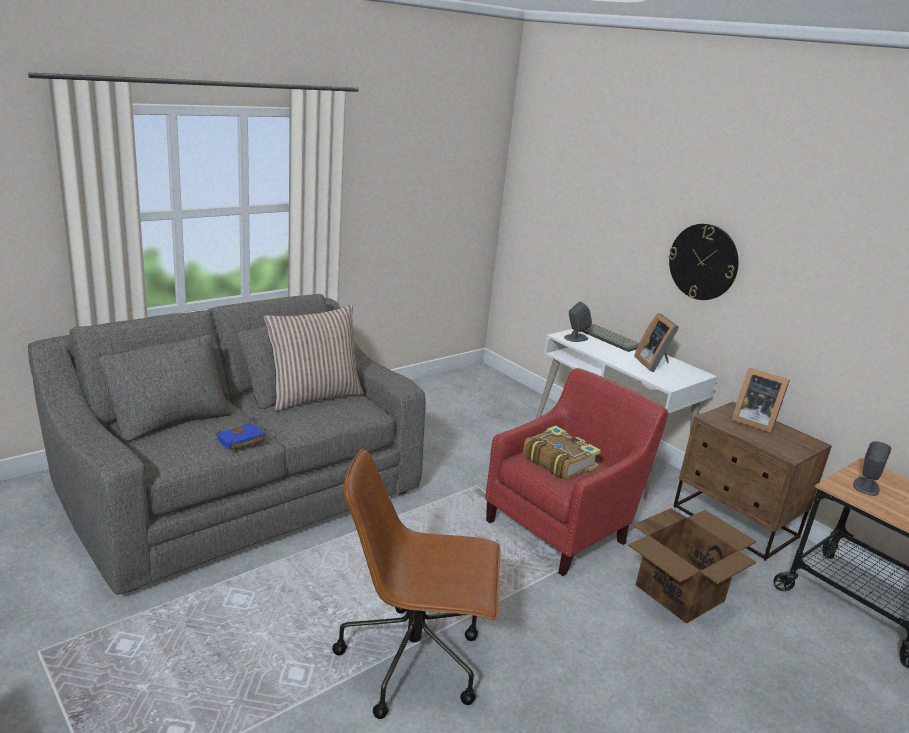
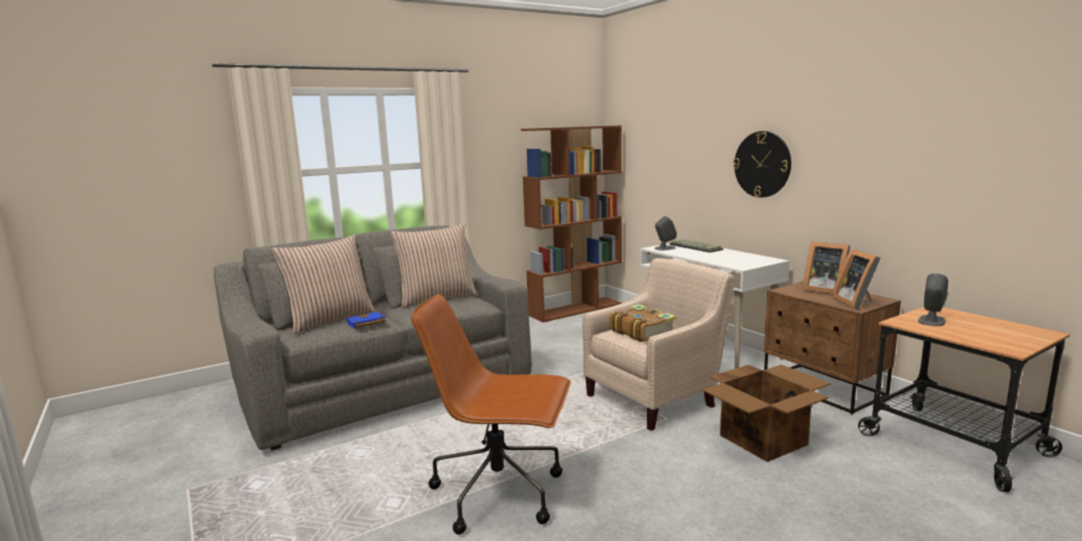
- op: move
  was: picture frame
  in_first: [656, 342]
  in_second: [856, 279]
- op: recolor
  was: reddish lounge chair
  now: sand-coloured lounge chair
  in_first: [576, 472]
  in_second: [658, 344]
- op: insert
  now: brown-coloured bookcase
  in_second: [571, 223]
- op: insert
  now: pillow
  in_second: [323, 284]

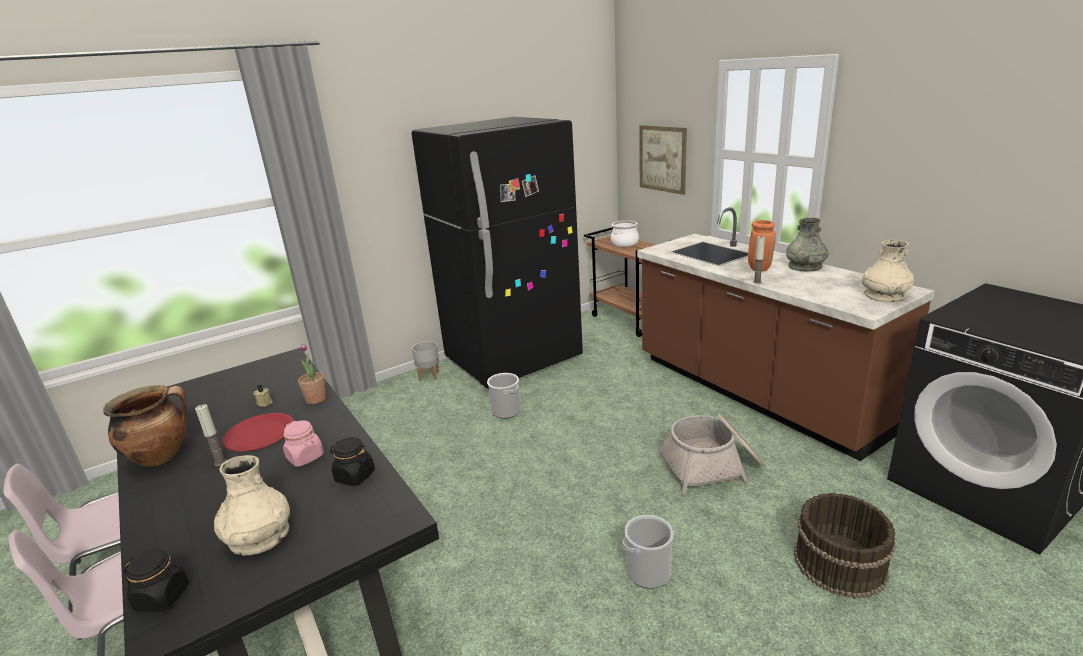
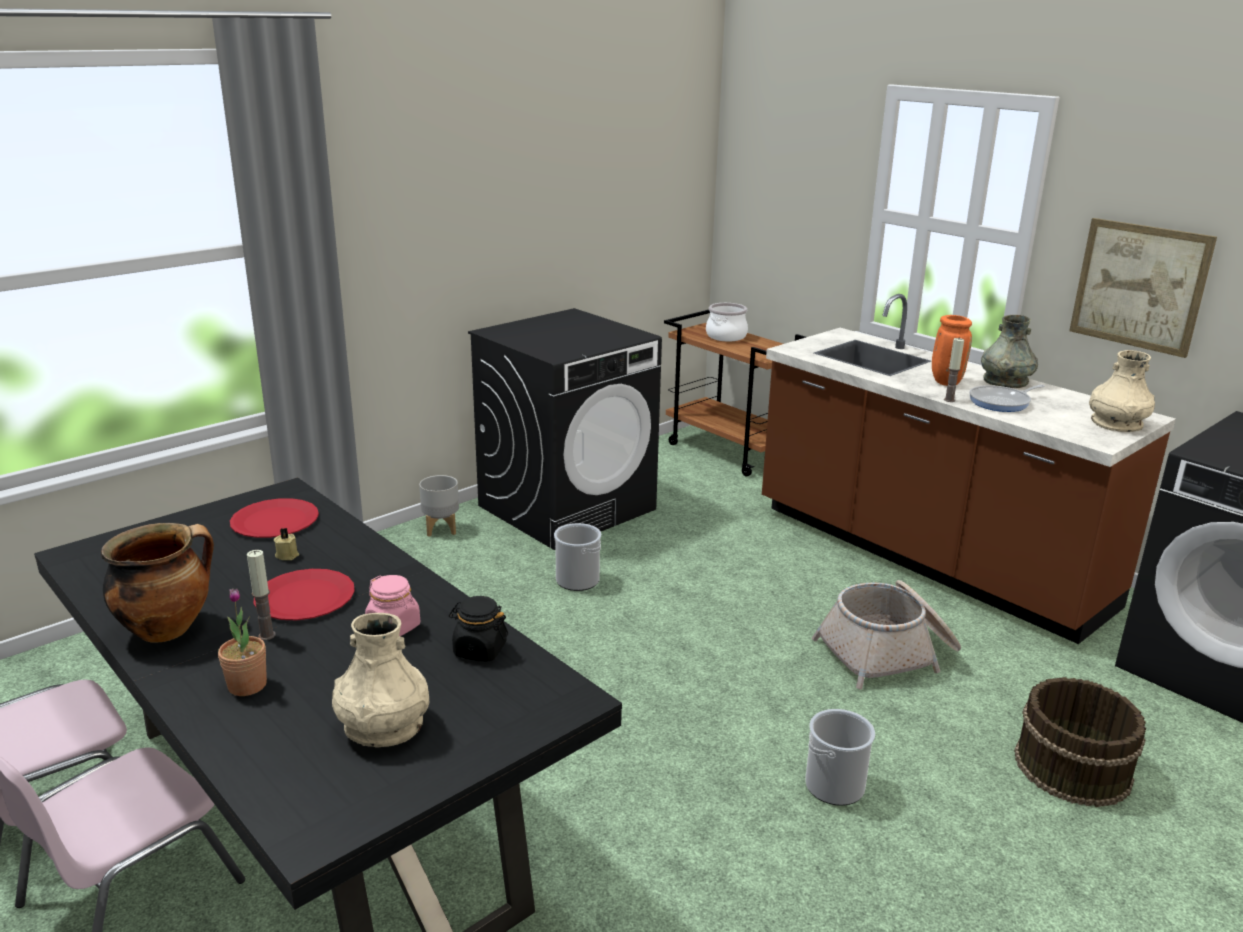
- op: replace
  was: black-coloured kitchen fridge
  now: black-coloured laundry appliance
  in_first: [497, 253]
  in_second: [565, 429]
- op: move
  was: wall art
  in_first: [663, 160]
  in_second: [1143, 288]
- op: move
  was: potted plant
  in_first: [312, 374]
  in_second: [242, 642]
- op: delete
  was: black-coloured storage jar
  in_first: [156, 580]
- op: insert
  now: pan
  in_second: [1007, 398]
- op: insert
  now: reddish flat dish
  in_second: [274, 518]

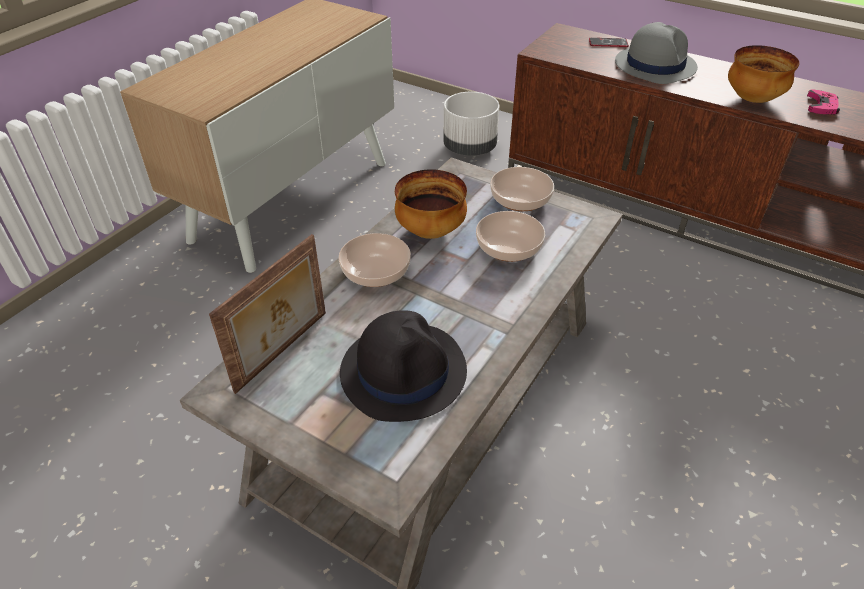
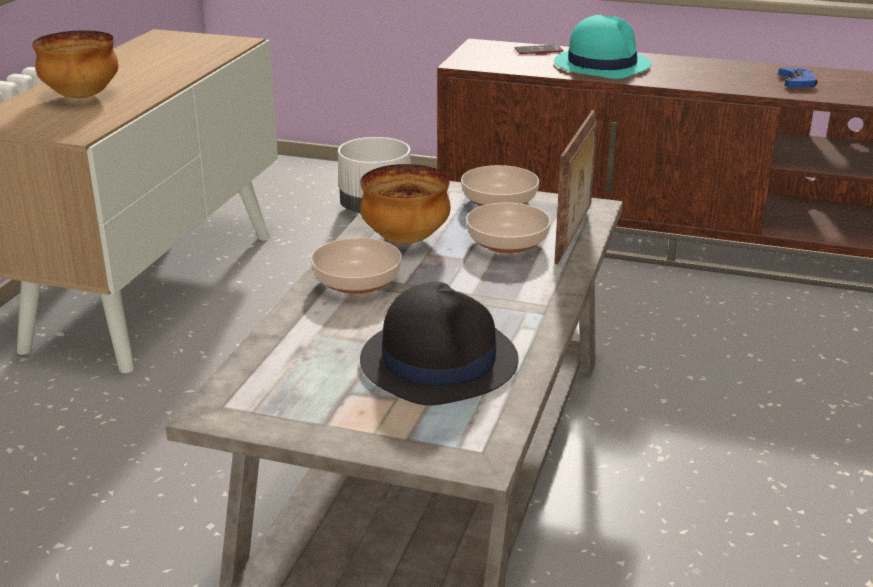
- op: recolor
  was: grey hat
  now: turquoise-coloured hat
  in_first: [656, 53]
  in_second: [602, 47]
- op: move
  was: serving bowl
  in_first: [763, 74]
  in_second: [75, 64]
- op: recolor
  was: pinkish joypad
  now: blue joypad
  in_first: [823, 102]
  in_second: [798, 77]
- op: move
  was: picture frame
  in_first: [267, 314]
  in_second: [575, 187]

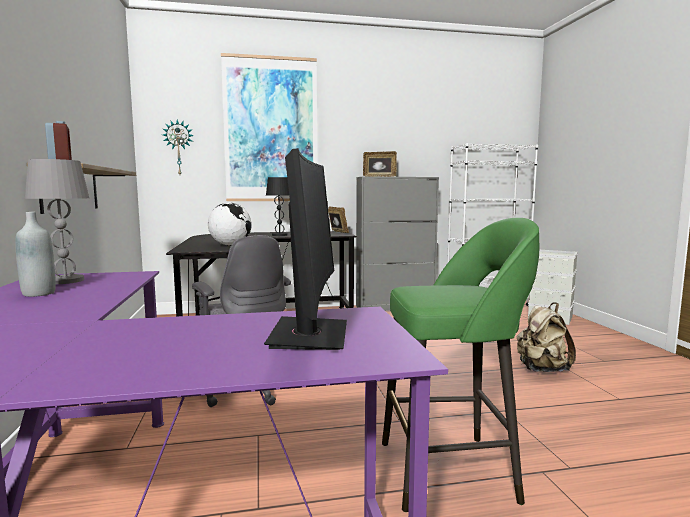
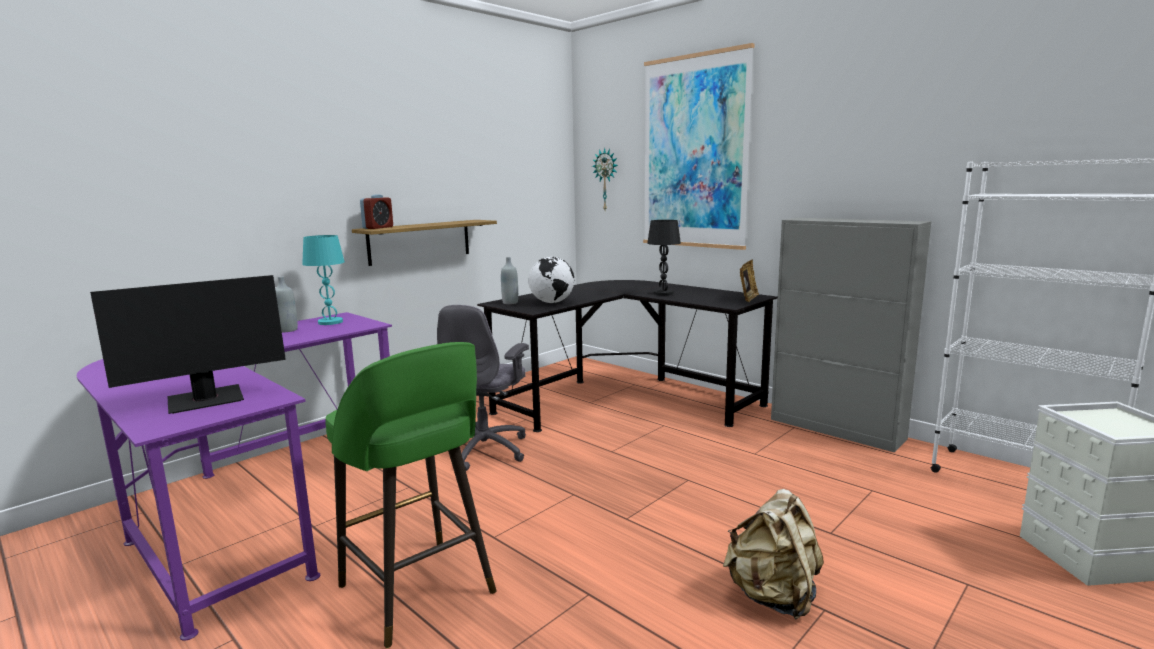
- op: delete
  was: picture frame
  in_first: [380, 164]
- op: recolor
  was: grey table lamp
  now: turquoise-coloured table lamp
  in_first: [57, 221]
  in_second: [323, 280]
- op: insert
  now: grey beverage bottle
  in_second: [509, 280]

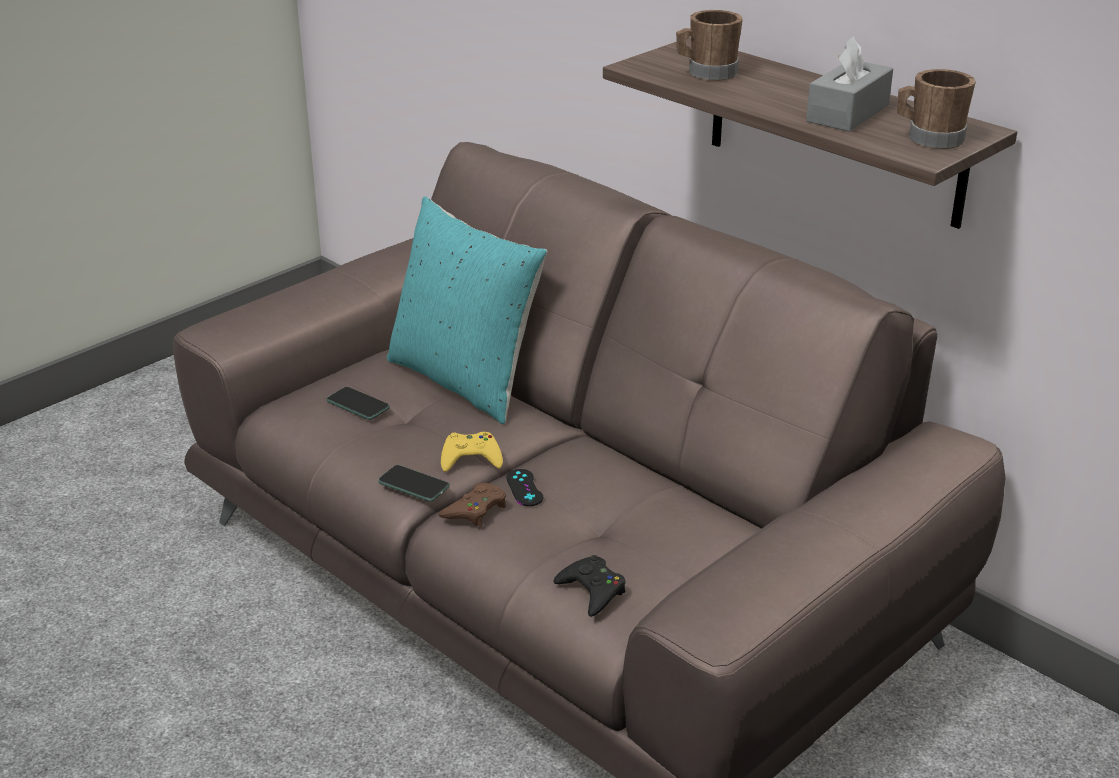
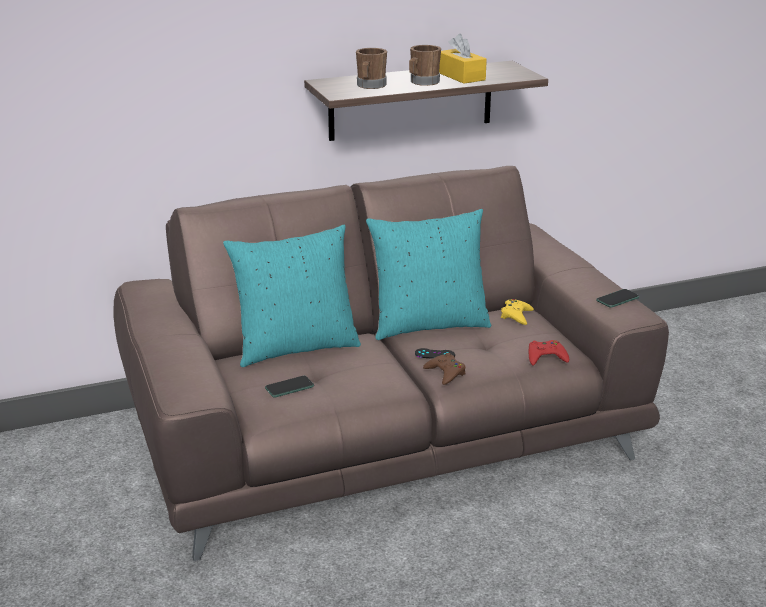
- op: recolor
  was: grey tissue box
  now: yellow-coloured tissue box
  in_first: [849, 84]
  in_second: [463, 59]
- op: move
  was: brown-coloured mug
  in_first: [936, 109]
  in_second: [425, 65]
- op: move
  was: yellow-coloured joypad
  in_first: [472, 452]
  in_second: [517, 312]
- op: move
  was: phone
  in_first: [414, 483]
  in_second: [617, 298]
- op: recolor
  was: black-coloured joypad
  now: reddish joypad
  in_first: [589, 586]
  in_second: [549, 352]
- op: insert
  now: turquoise-coloured pillow
  in_second: [428, 274]

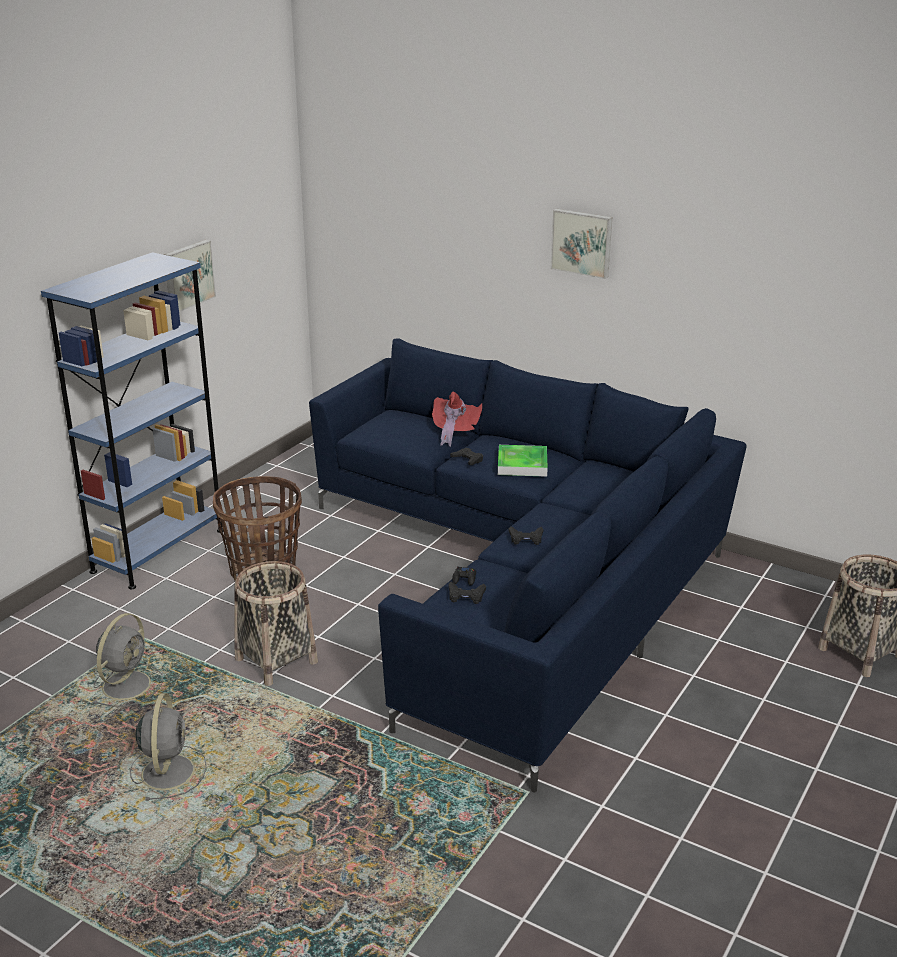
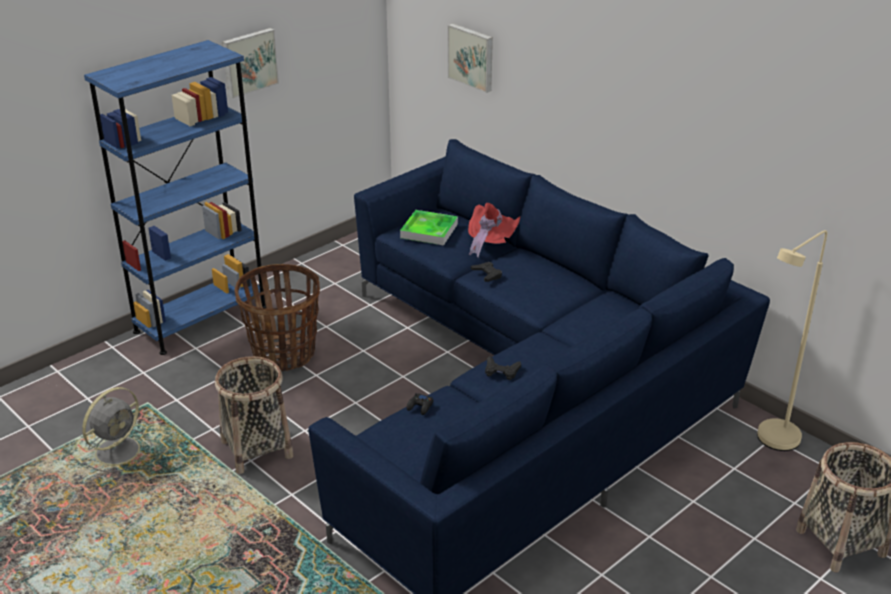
- op: move
  was: wall art
  in_first: [581, 243]
  in_second: [470, 58]
- op: move
  was: carrying tray
  in_first: [523, 461]
  in_second: [429, 227]
- op: delete
  was: black-coloured joypad
  in_first: [467, 593]
- op: delete
  was: grey fan
  in_first: [168, 747]
- op: insert
  now: sand-coloured standing lamp
  in_second: [792, 340]

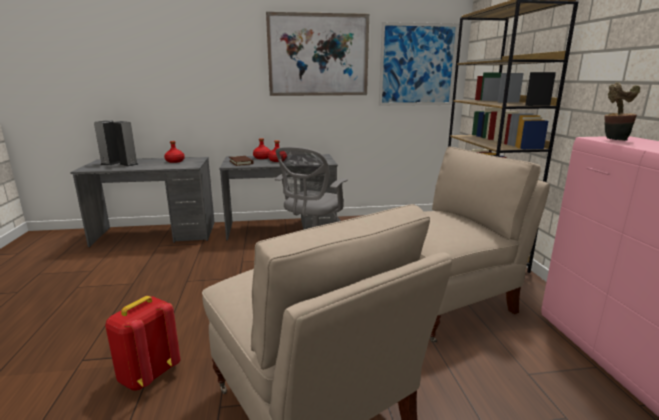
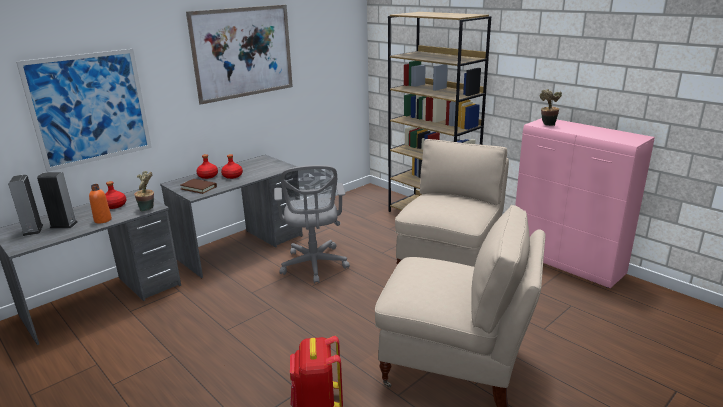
- op: move
  was: wall art
  in_first: [419, 64]
  in_second: [84, 110]
- op: insert
  now: potted plant
  in_second: [144, 191]
- op: insert
  now: orangey beverage bottle
  in_second: [100, 203]

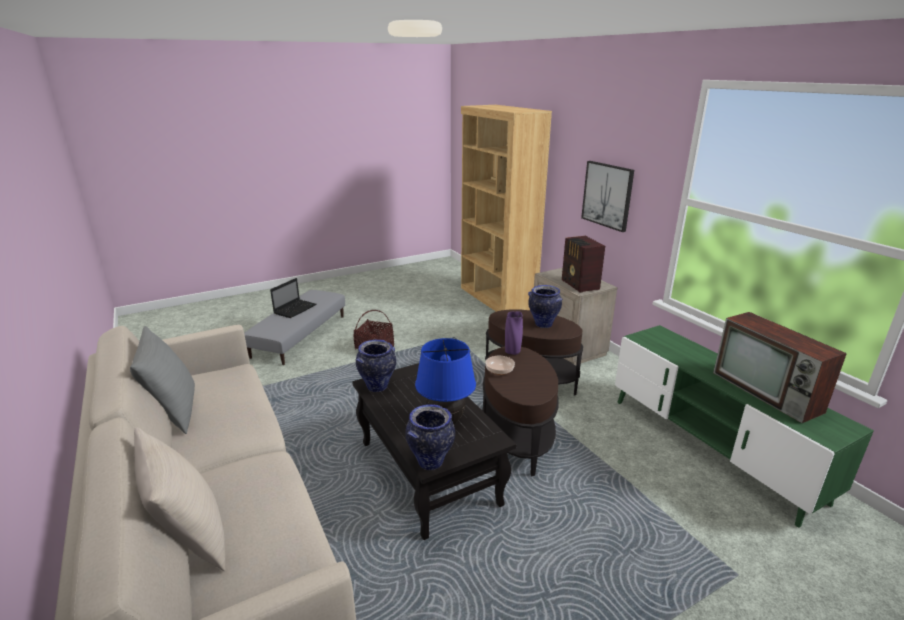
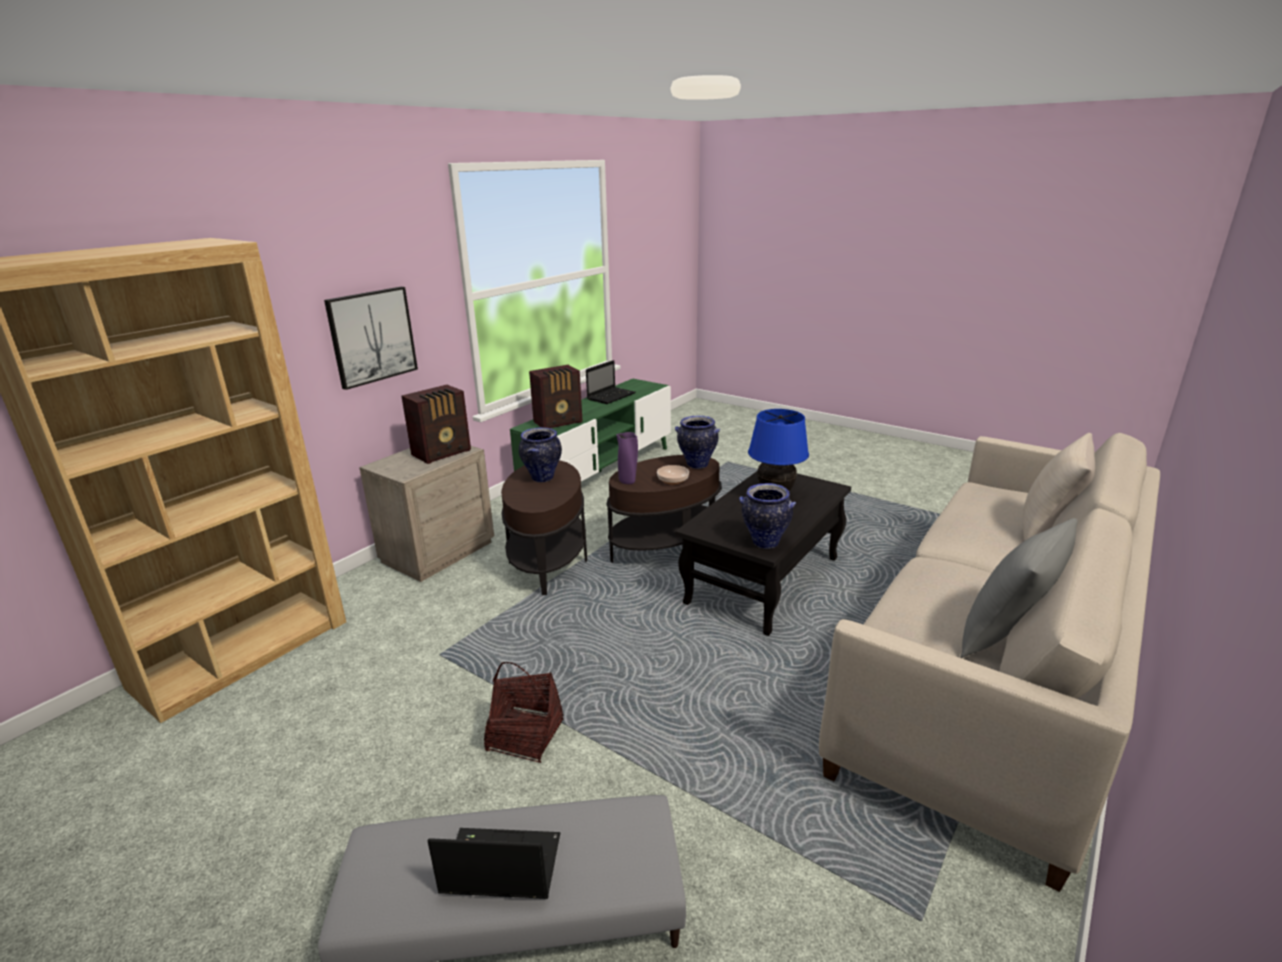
- op: replace
  was: television
  now: portable computer
  in_first: [780, 367]
  in_second: [611, 382]
- op: move
  was: flower vase
  in_first: [430, 437]
  in_second: [697, 442]
- op: insert
  now: radio set
  in_second: [555, 396]

